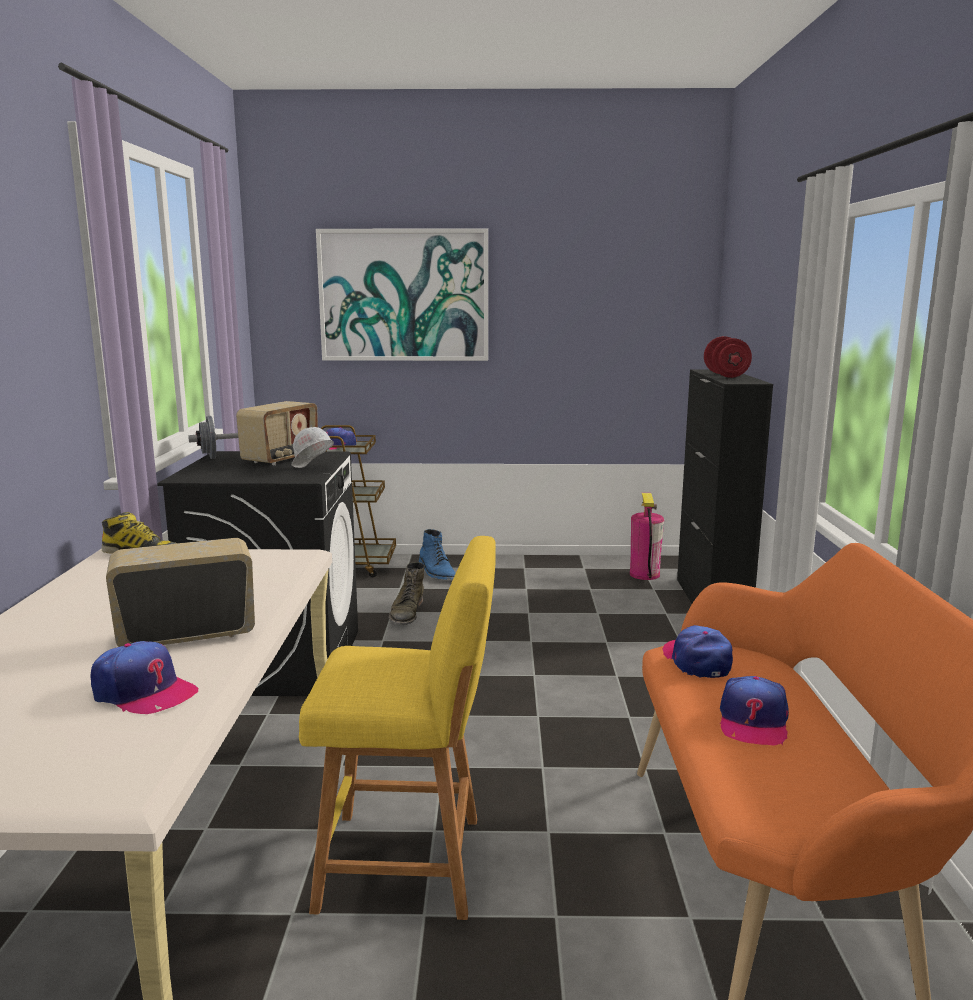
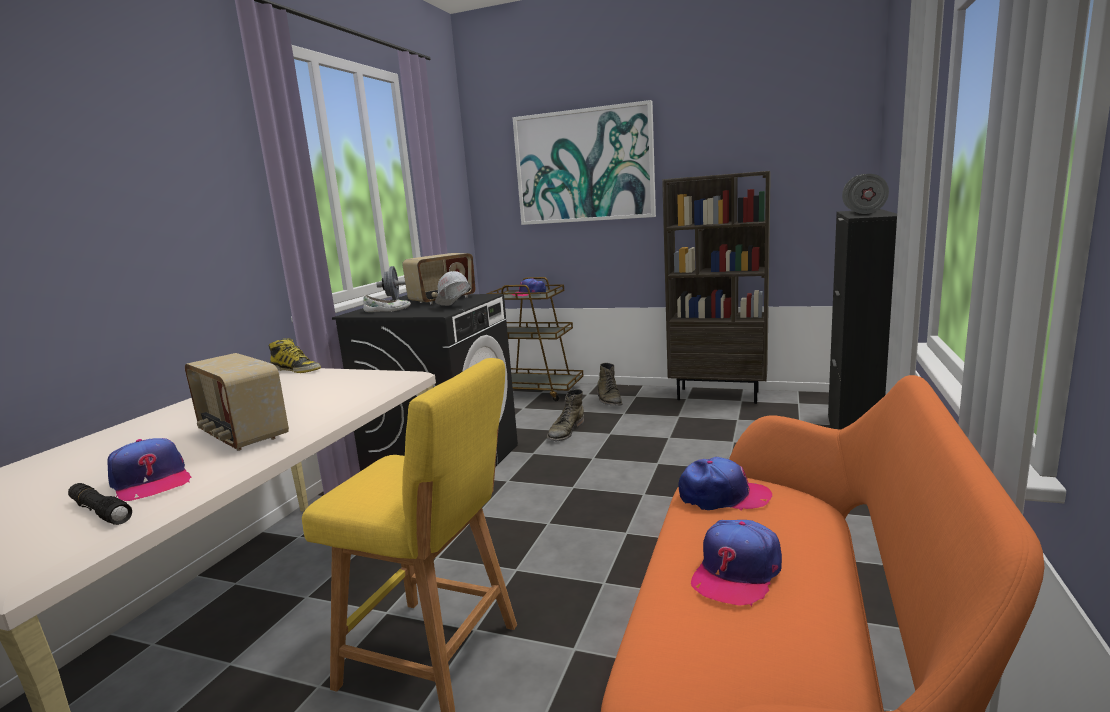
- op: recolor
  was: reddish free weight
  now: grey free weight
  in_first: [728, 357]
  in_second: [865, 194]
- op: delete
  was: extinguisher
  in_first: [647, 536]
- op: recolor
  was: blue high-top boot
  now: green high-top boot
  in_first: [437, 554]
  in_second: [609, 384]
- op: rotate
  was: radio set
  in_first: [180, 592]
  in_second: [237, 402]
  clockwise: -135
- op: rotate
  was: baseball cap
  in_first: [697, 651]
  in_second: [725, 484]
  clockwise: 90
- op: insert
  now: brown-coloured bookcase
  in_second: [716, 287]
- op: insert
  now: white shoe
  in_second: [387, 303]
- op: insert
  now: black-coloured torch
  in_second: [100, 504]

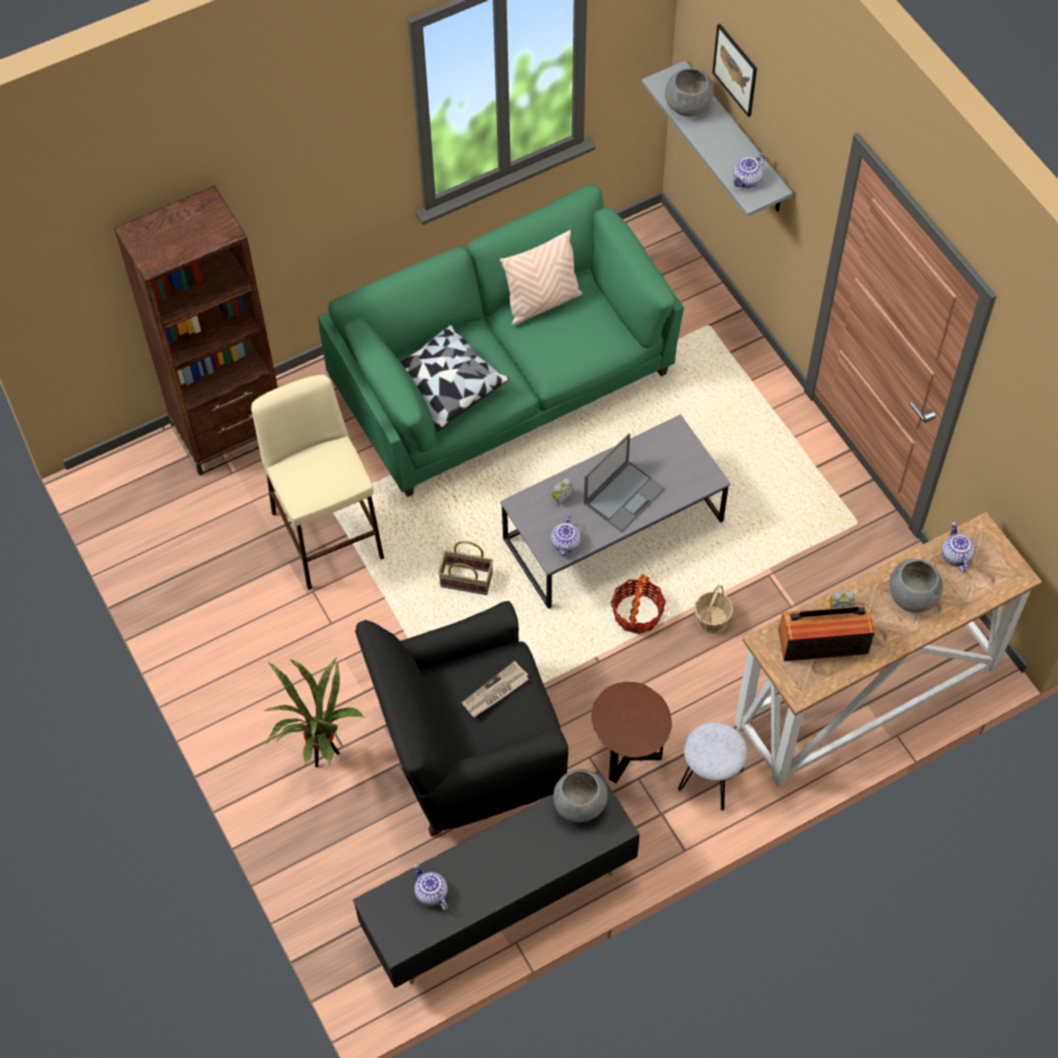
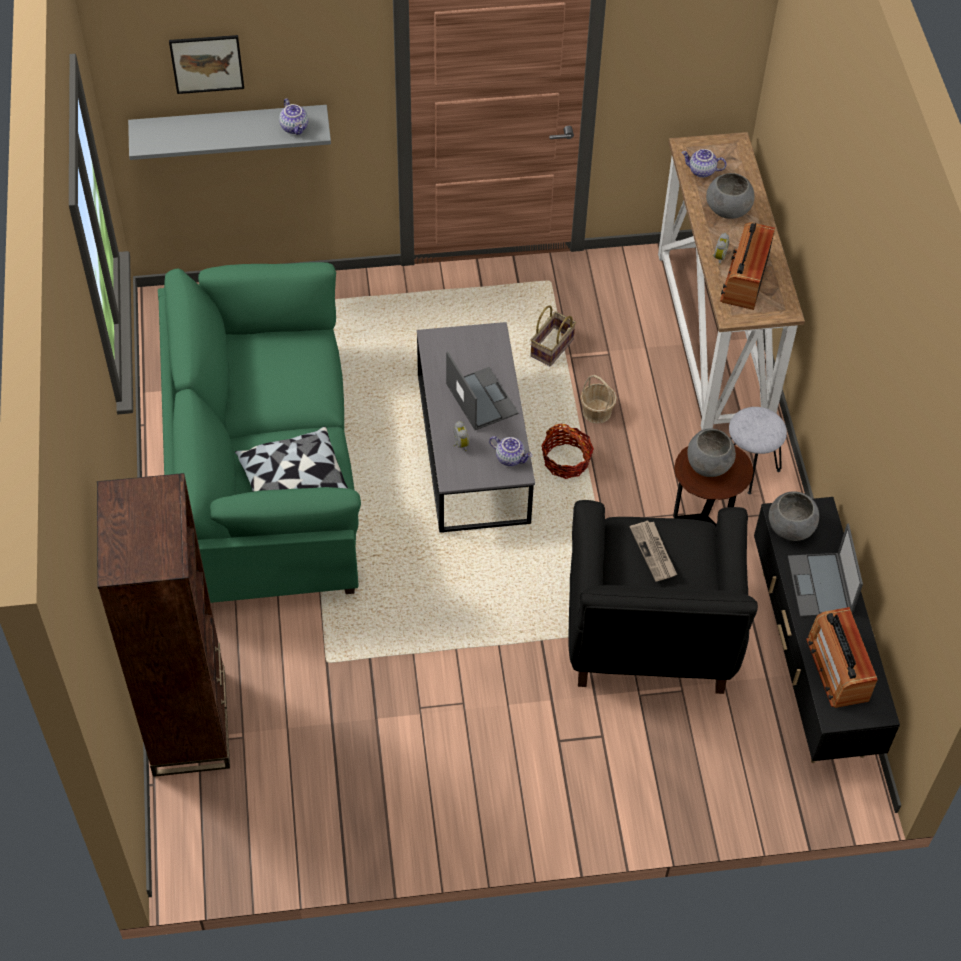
- op: move
  was: grey serving bowl
  in_first: [689, 92]
  in_second: [711, 453]
- op: delete
  was: sand-coloured pillow
  in_first: [541, 278]
- op: delete
  was: sand-coloured sitting stool
  in_first: [317, 482]
- op: move
  was: storage basket
  in_first: [465, 568]
  in_second: [553, 335]
- op: delete
  was: potted plant
  in_first: [314, 712]
- op: replace
  was: pot for tea
  now: radio set
  in_first: [431, 887]
  in_second: [842, 657]
- op: insert
  now: portable computer
  in_second: [825, 570]

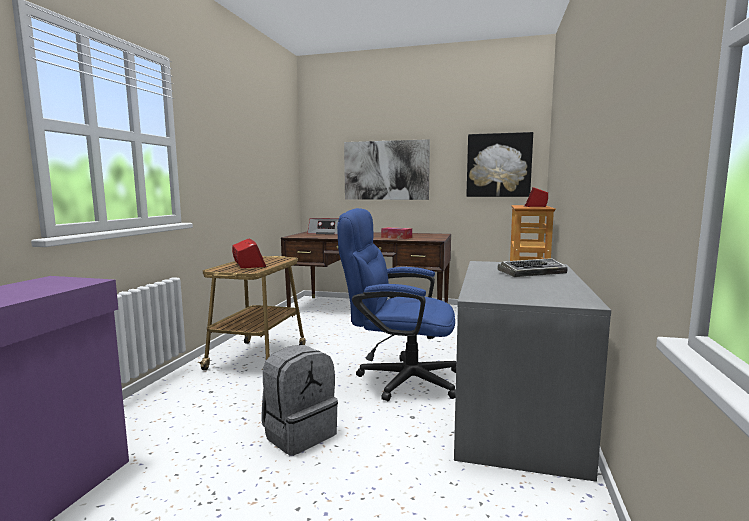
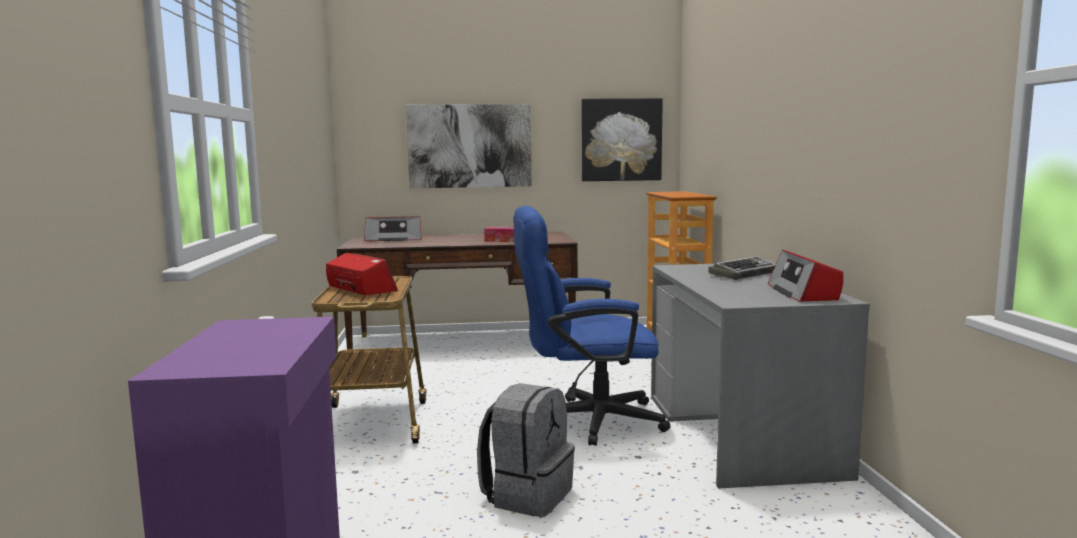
- op: move
  was: radio set
  in_first: [536, 197]
  in_second: [805, 276]

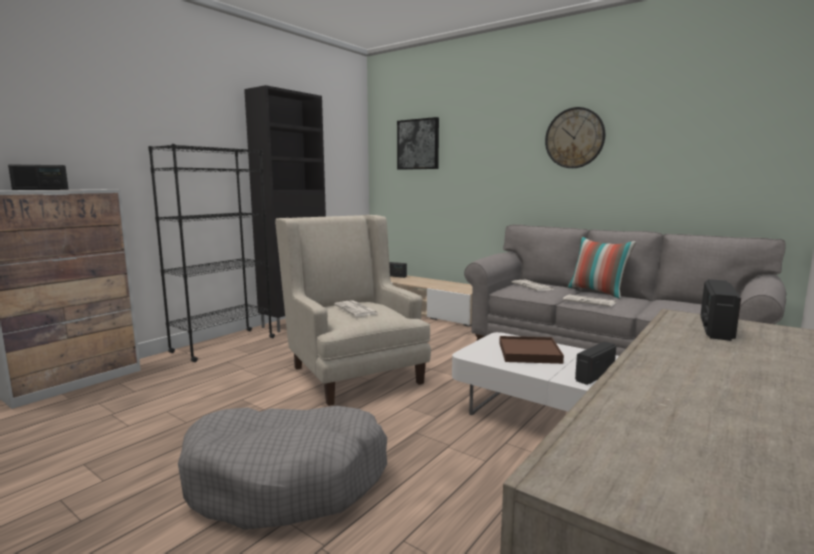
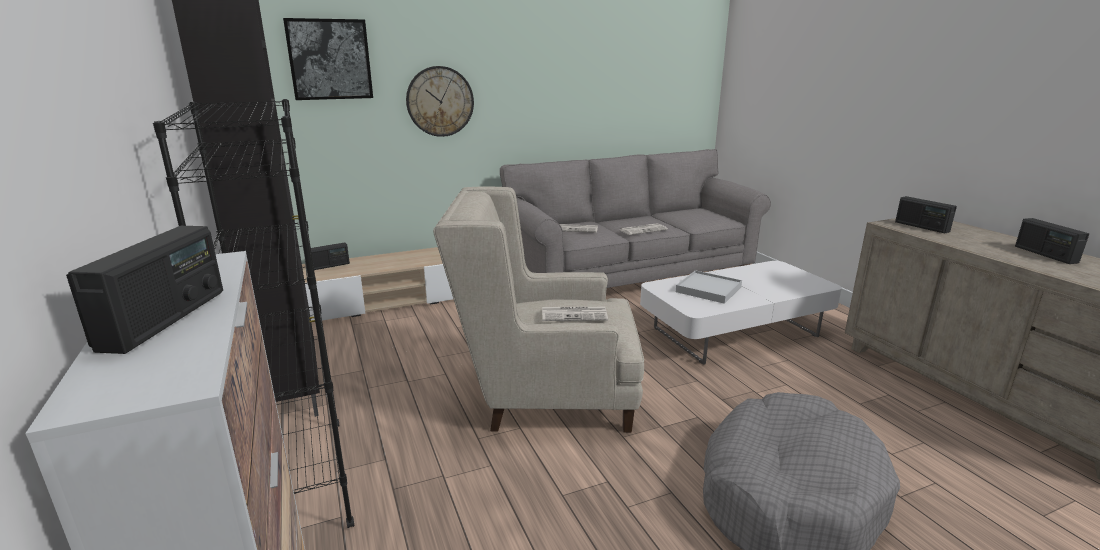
- op: move
  was: clock on the wall
  in_first: [575, 137]
  in_second: [440, 101]
- op: delete
  was: pillow
  in_first: [601, 267]
- op: recolor
  was: brown-coloured carrying tray
  now: white carrying tray
  in_first: [531, 350]
  in_second: [709, 287]
- op: move
  was: radio set
  in_first: [595, 363]
  in_second: [1052, 241]

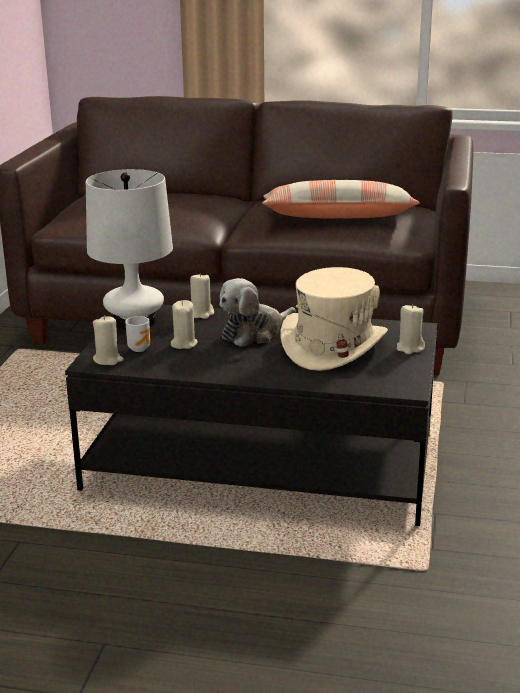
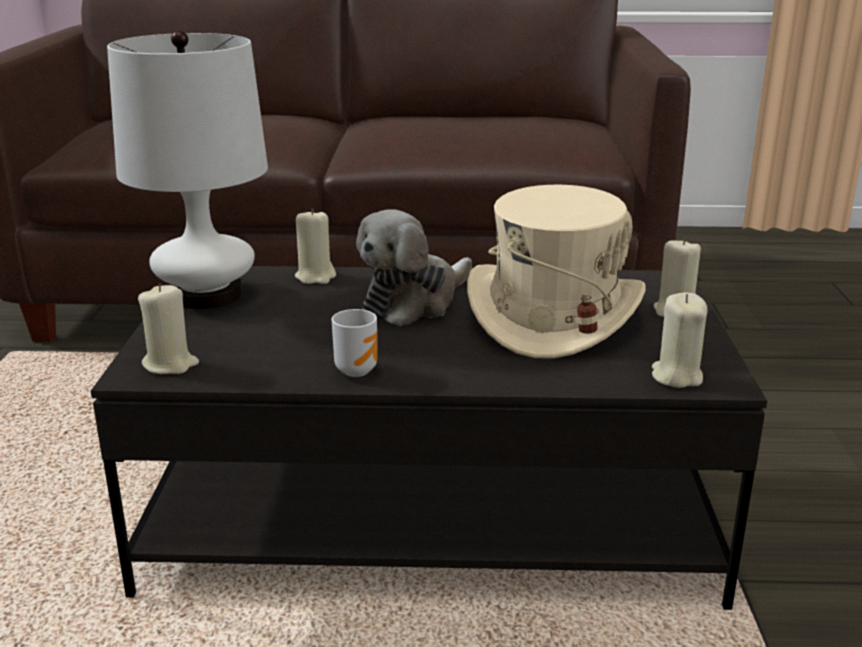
- op: delete
  was: pillow
  in_first: [341, 199]
- op: move
  was: sand-coloured candle
  in_first: [184, 324]
  in_second: [680, 340]
- op: move
  was: mug
  in_first: [137, 334]
  in_second: [354, 343]

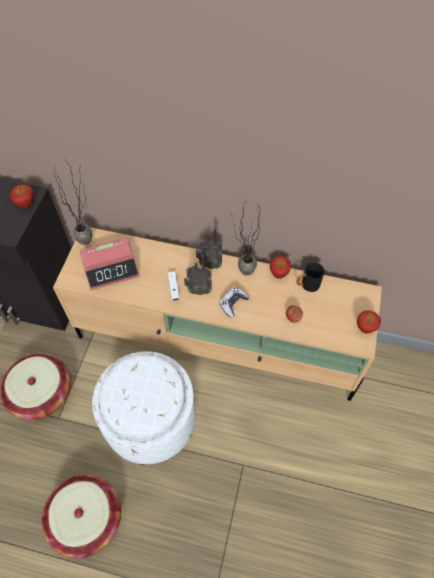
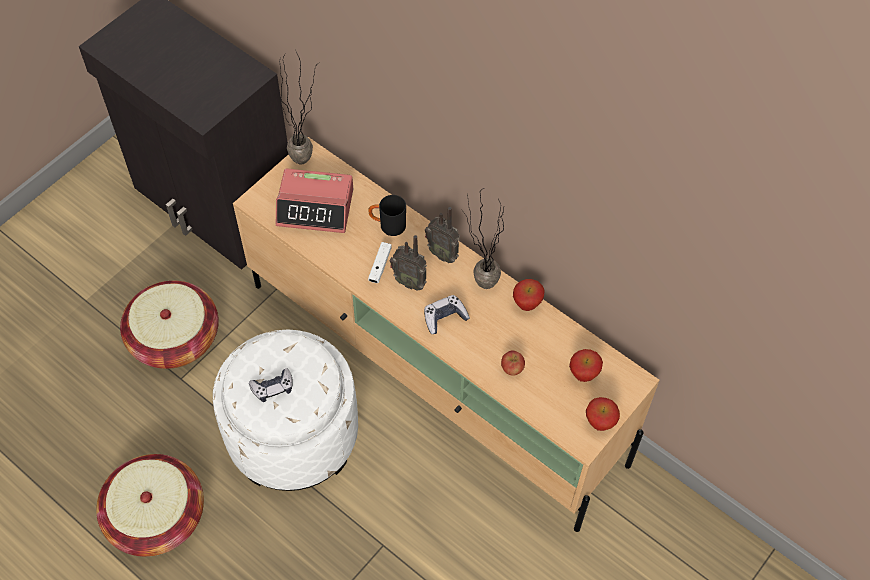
- op: move
  was: whole apple
  in_first: [21, 196]
  in_second: [586, 365]
- op: move
  was: black-coloured mug
  in_first: [310, 277]
  in_second: [387, 215]
- op: insert
  now: joypad
  in_second: [271, 385]

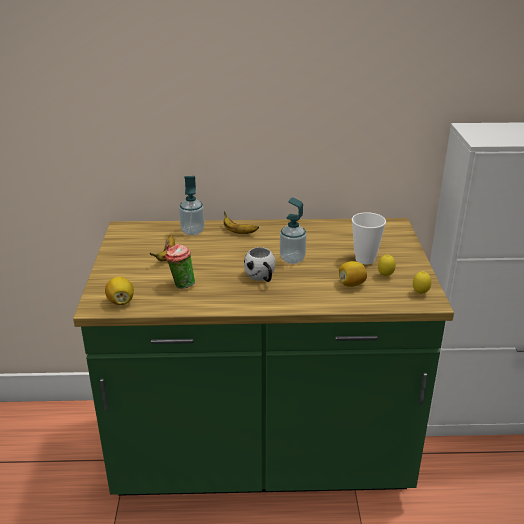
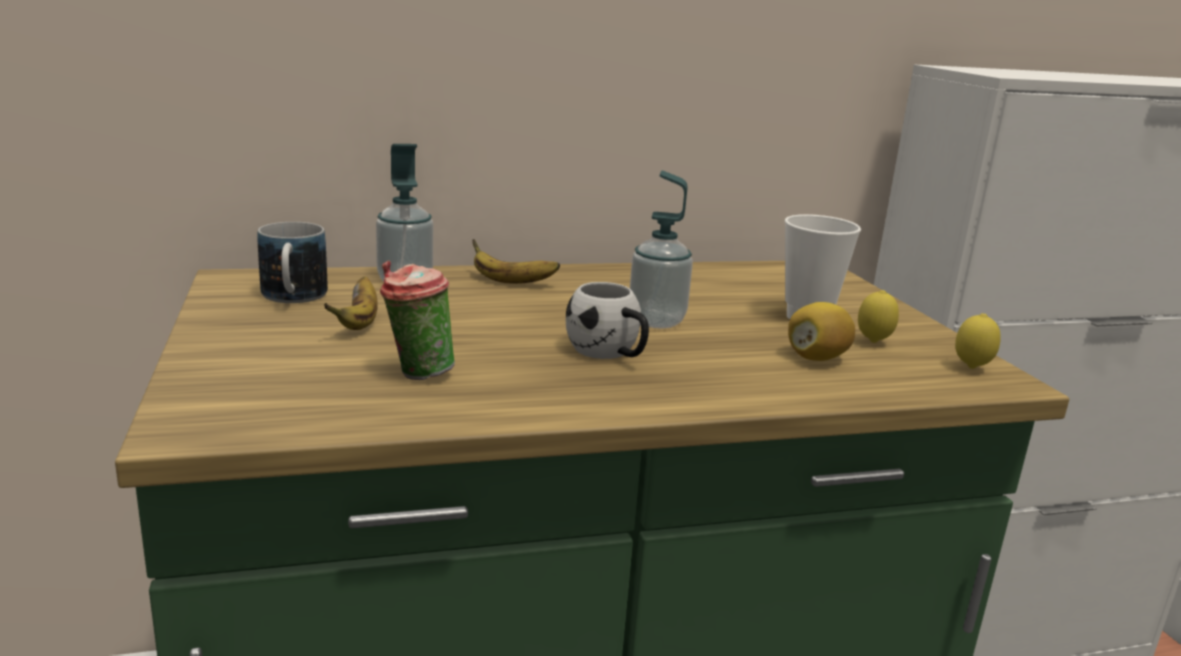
- op: delete
  was: citrus fruit
  in_first: [119, 291]
- op: insert
  now: mug
  in_second: [292, 262]

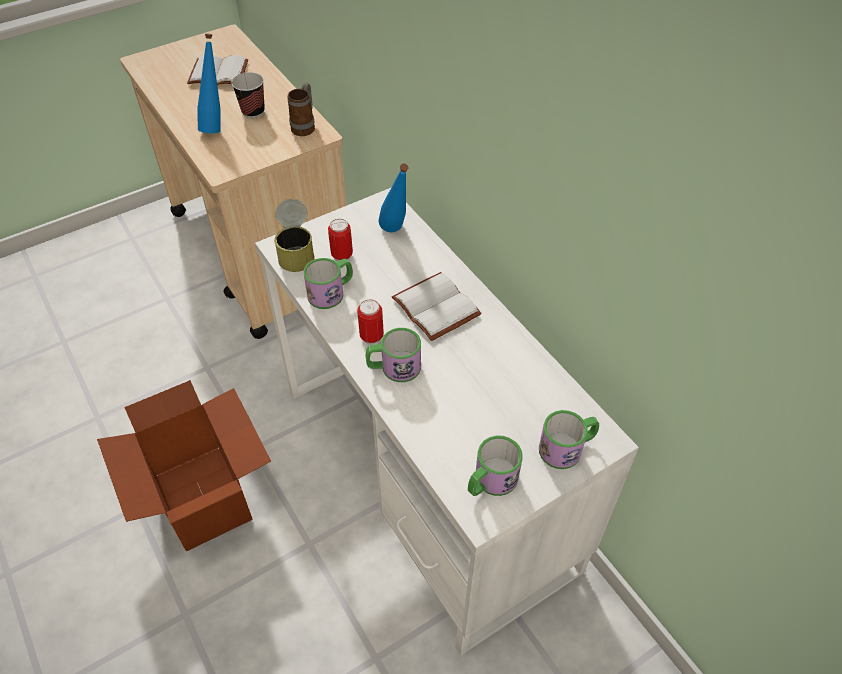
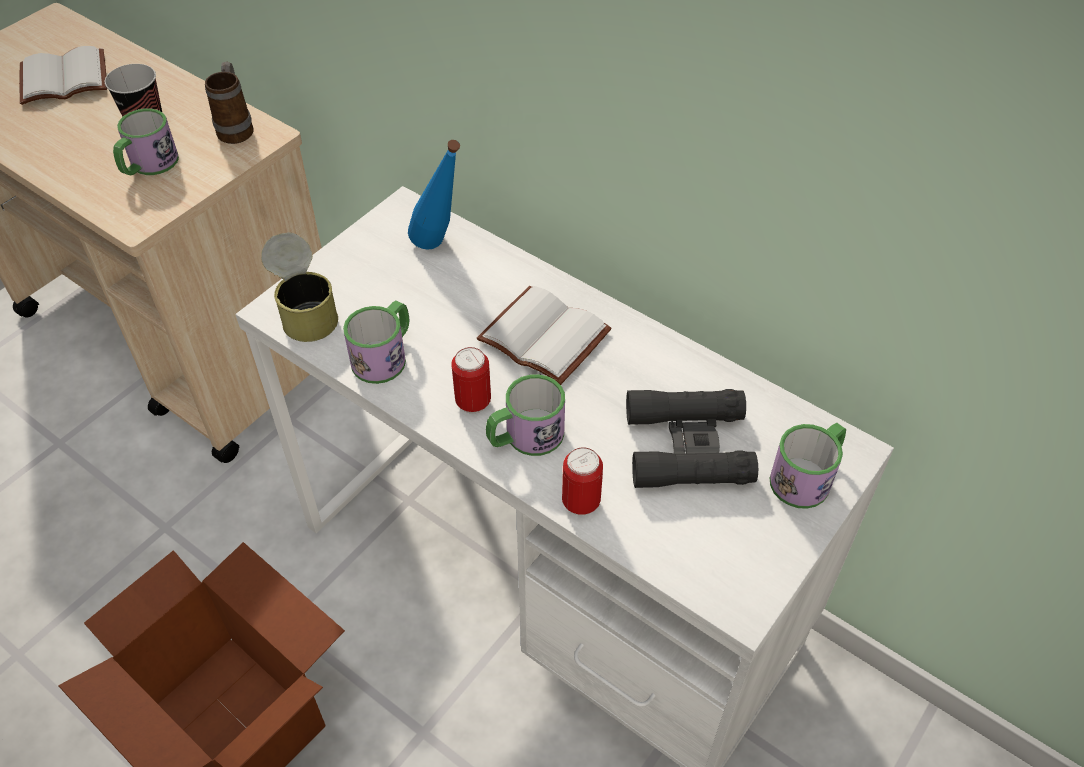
- op: delete
  was: blue beverage bottle
  in_first: [209, 83]
- op: move
  was: can
  in_first: [340, 240]
  in_second: [582, 481]
- op: move
  was: mug
  in_first: [495, 465]
  in_second: [146, 142]
- op: insert
  now: black-coloured binoculars
  in_second: [692, 438]

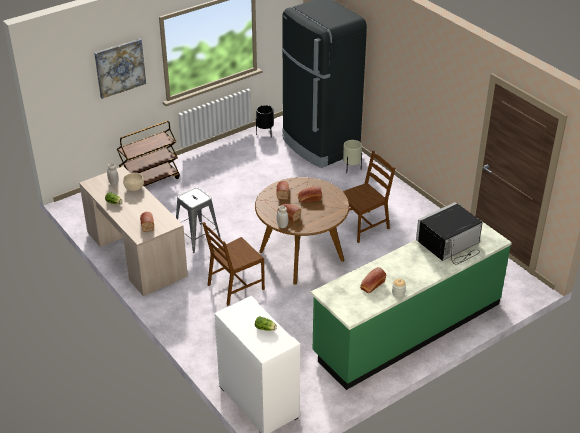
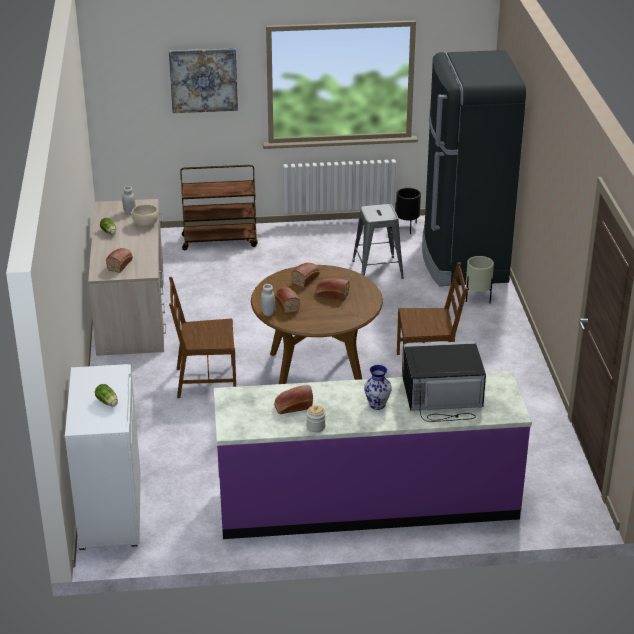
- op: move
  was: grey sitting stool
  in_first: [198, 220]
  in_second: [378, 241]
- op: recolor
  was: green counter
  now: purple counter
  in_first: [411, 304]
  in_second: [373, 455]
- op: insert
  now: flower vase
  in_second: [378, 387]

